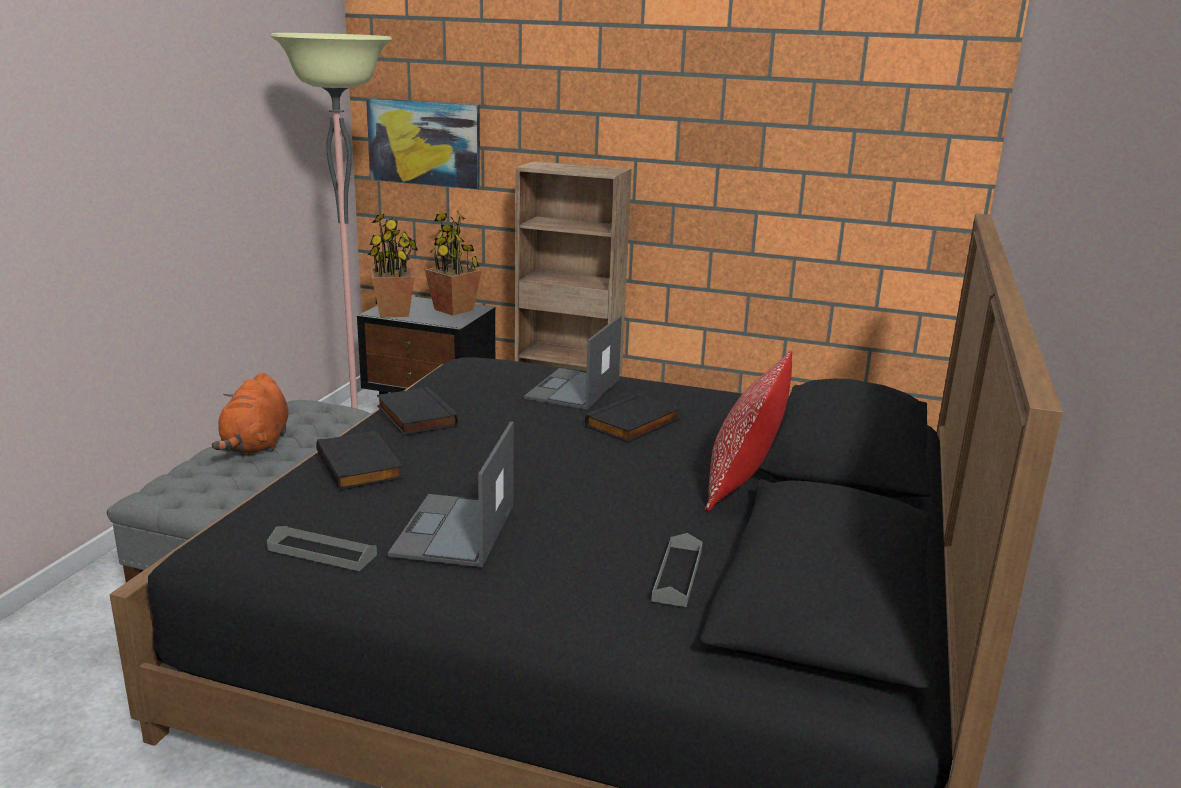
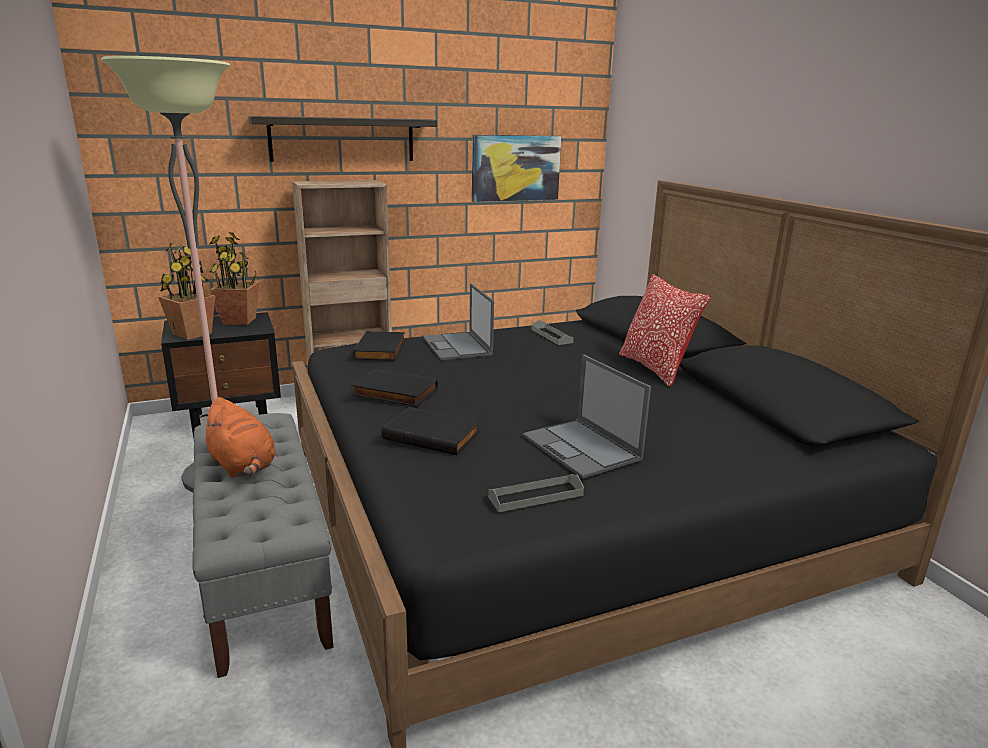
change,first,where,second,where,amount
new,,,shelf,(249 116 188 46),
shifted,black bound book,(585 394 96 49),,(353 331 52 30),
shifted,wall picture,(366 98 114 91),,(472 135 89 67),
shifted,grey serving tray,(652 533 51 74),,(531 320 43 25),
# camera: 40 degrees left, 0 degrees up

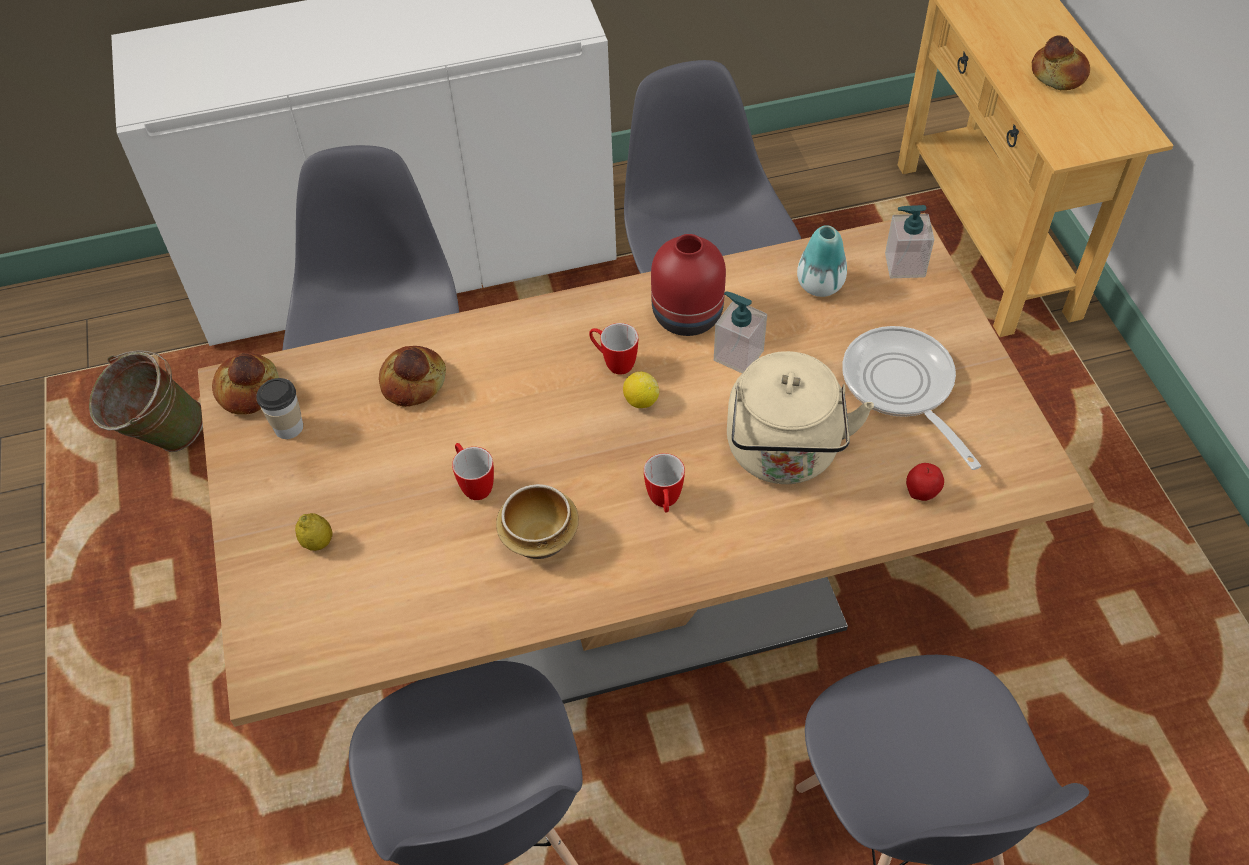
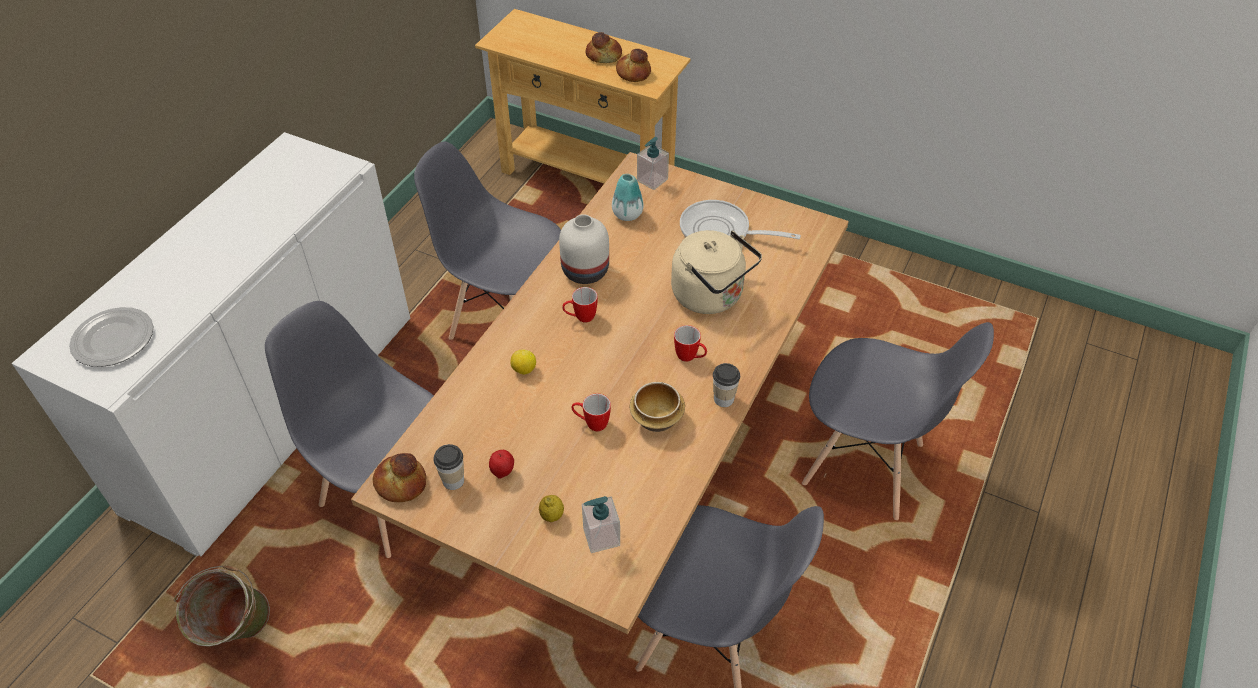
change,first,where,second,where,amount
new,,,plate,(69 307 85 60),
shifted,whole apple,(906 463 38 38),,(489 450 25 29),
shifted,lemon,(623 371 36 37),,(510 350 26 25),
repainted,red-coloured flower vase,(651 234 75 102),white-coloured flower vase,(559 214 50 70),
shifted,soap bottle,(714 291 53 82),,(582 496 38 57),
shifted,bakery bread,(379 346 67 61),,(616 49 35 33),
new,,,small cup,(713 363 27 44),
# camera: 50 degrees left, 5 degrees down

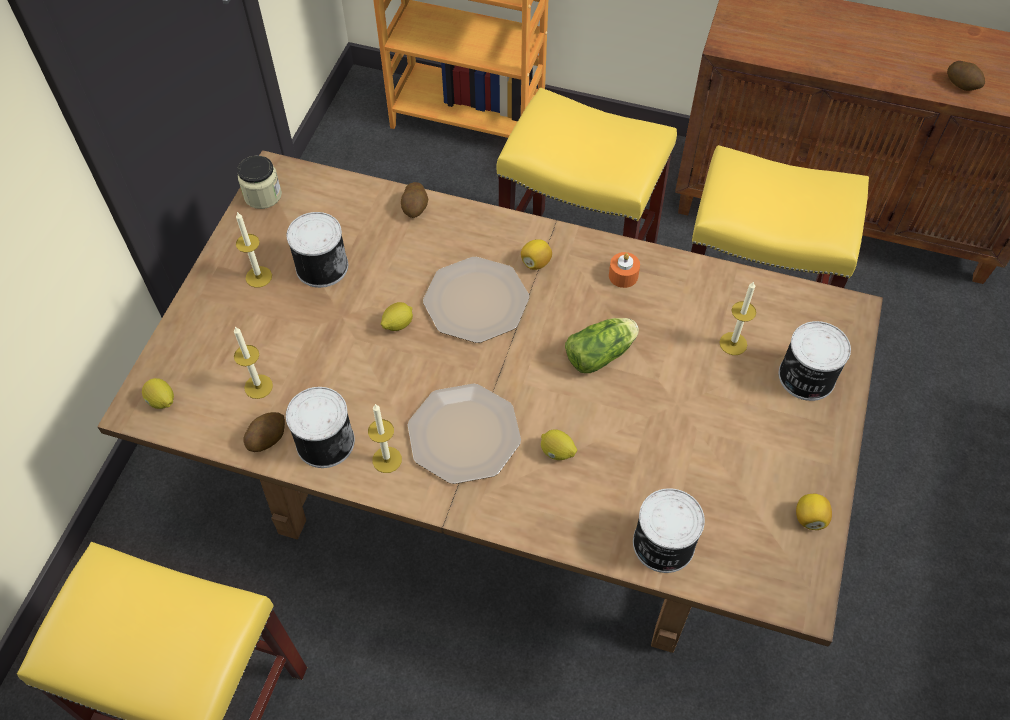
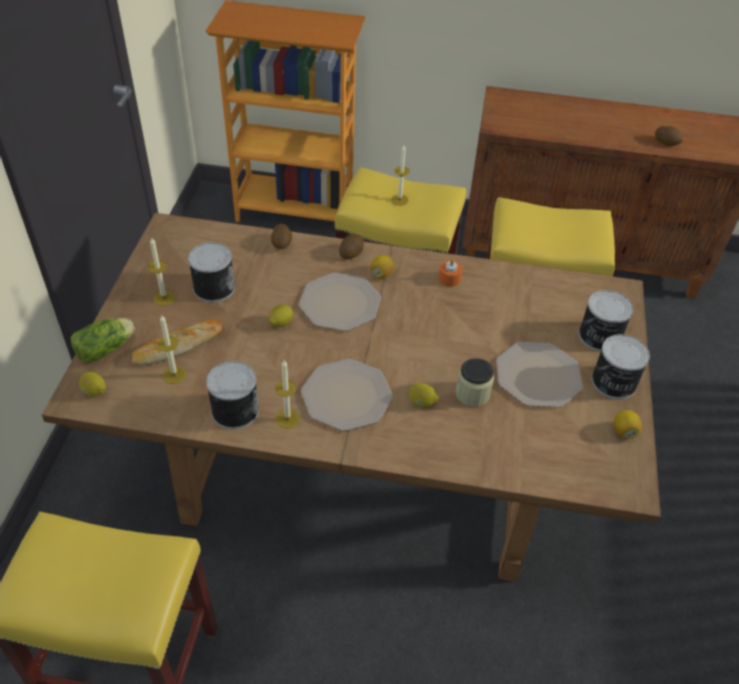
change,first,where,second,where,amount
shifted,lettuce head,(565 318 74 55),,(71 318 64 45),
new,,,bakery bread,(132 319 92 47),
shifted,whole potato,(243 412 42 40),,(339 234 25 25),
shifted,wax light,(719 281 37 74),,(391 146 19 60),
shifted,preserve jar,(237 156 45 53),,(456 358 38 49),
new,,,plate,(496 342 87 65),
shifted,metal can,(633 488 72 85),,(591 334 59 65),
# camera: 10 degrees left, 10 degrees down

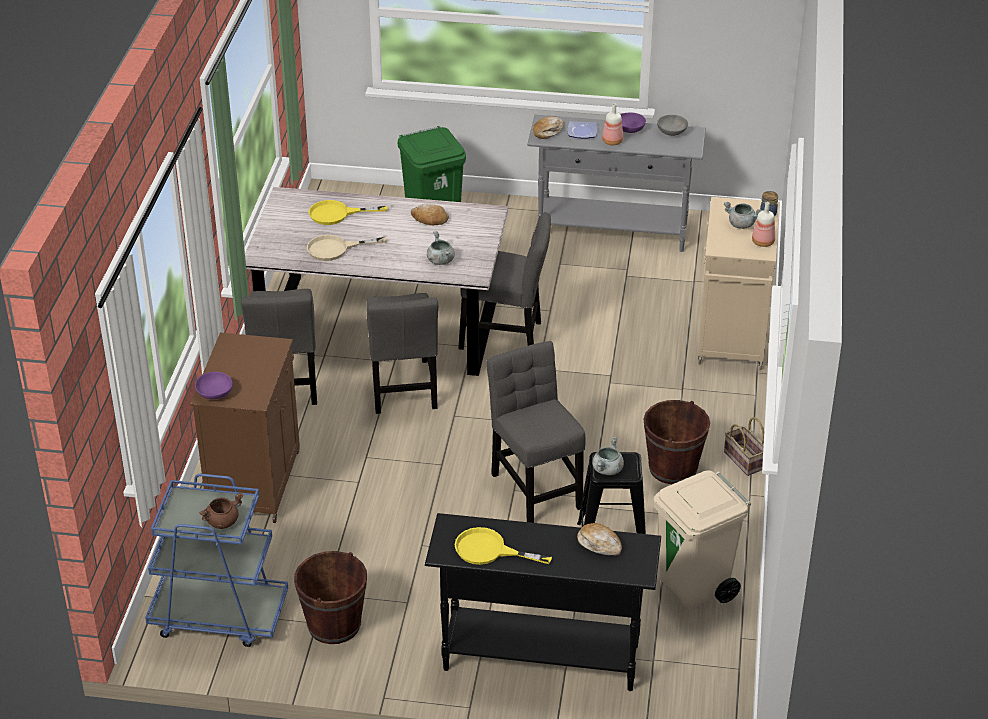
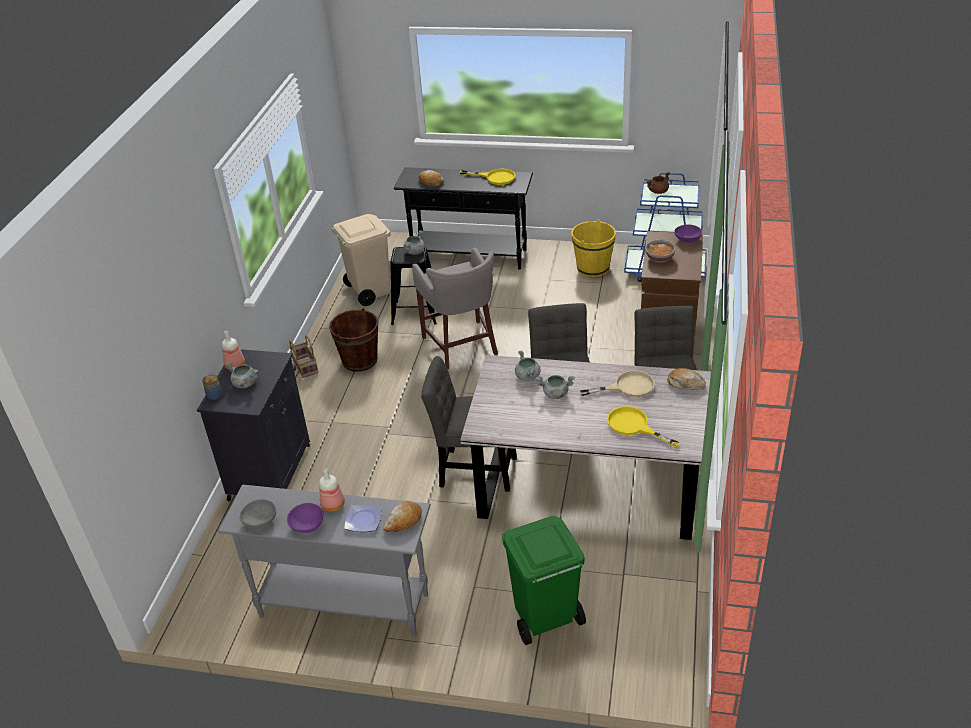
change,first,where,second,where,amount
repainted,beige storage cabinet,(698 197 81 173),black storage cabinet,(197 349 113 152),
swapped,grey upright chair,(486 341 100 182),grey sitting stool,(412 248 86 121),
new,,,grey saucepot,(536 375 38 24),
repainted,brownish bucket,(294 551 73 93),yellow bucket,(571 220 45 57),
rotated,yellow frying pan,(308 200 79 25),,(607 406 73 42),135 degrees counterclockwise
new,,,deep dish,(645 240 31 23),
shifted,bakery bread,(411 204 38 21),,(667 368 39 22),
# camera: 175 degrees left, 0 degrees up

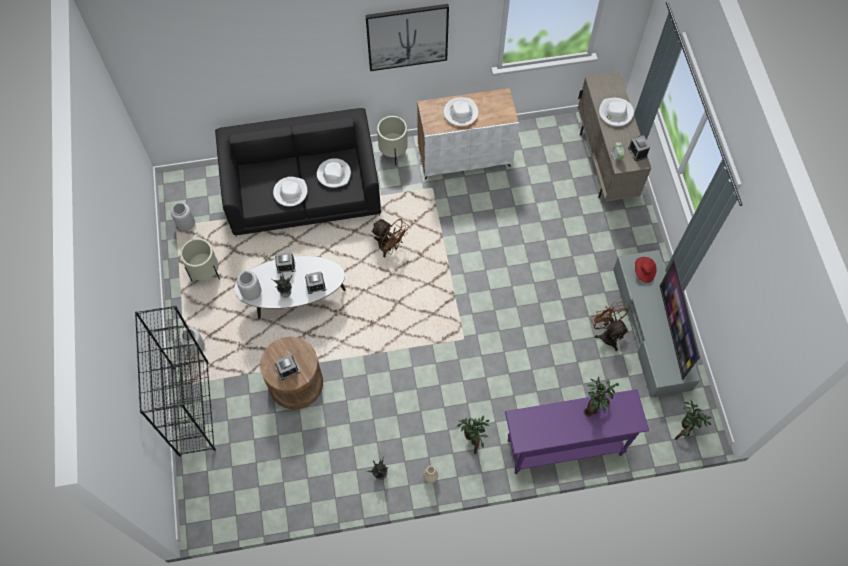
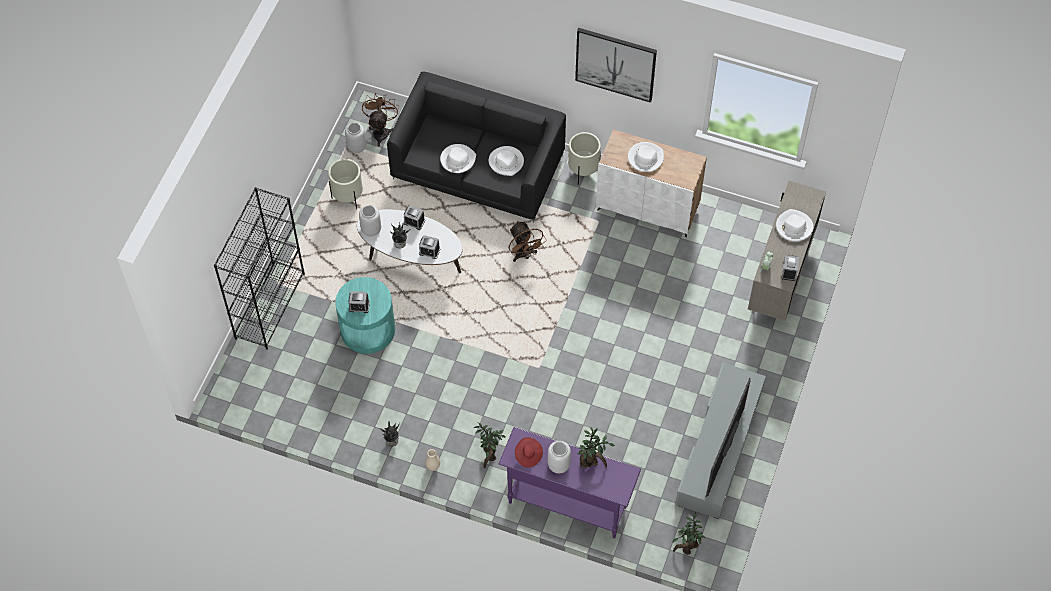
change,first,where,second,where,amount
repainted,brownish side table,(260 337 63 72),turquoise side table,(335 277 60 77),
shifted,brownish electric fan,(591 302 38 49),,(362 93 37 54),
shifted,red-coloured wearable hat,(635 257 21 26),,(515 437 28 31),
shifted,grey flower vase,(179 328 26 28),,(548 441 23 32),
# camera: 30 degrees right, 5 degrees down

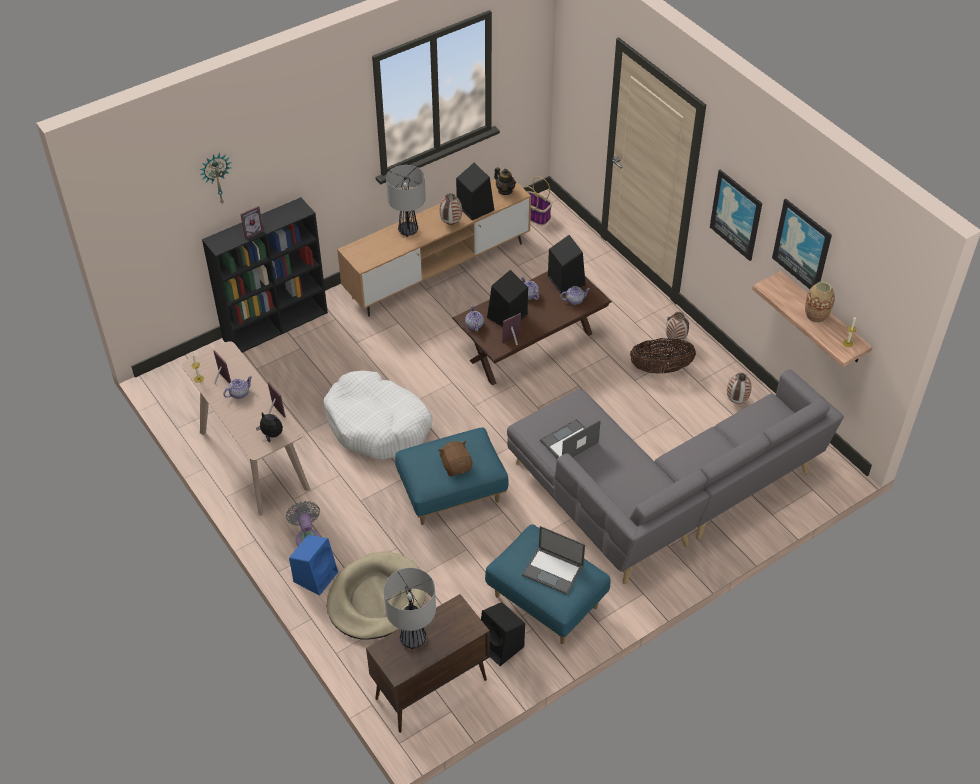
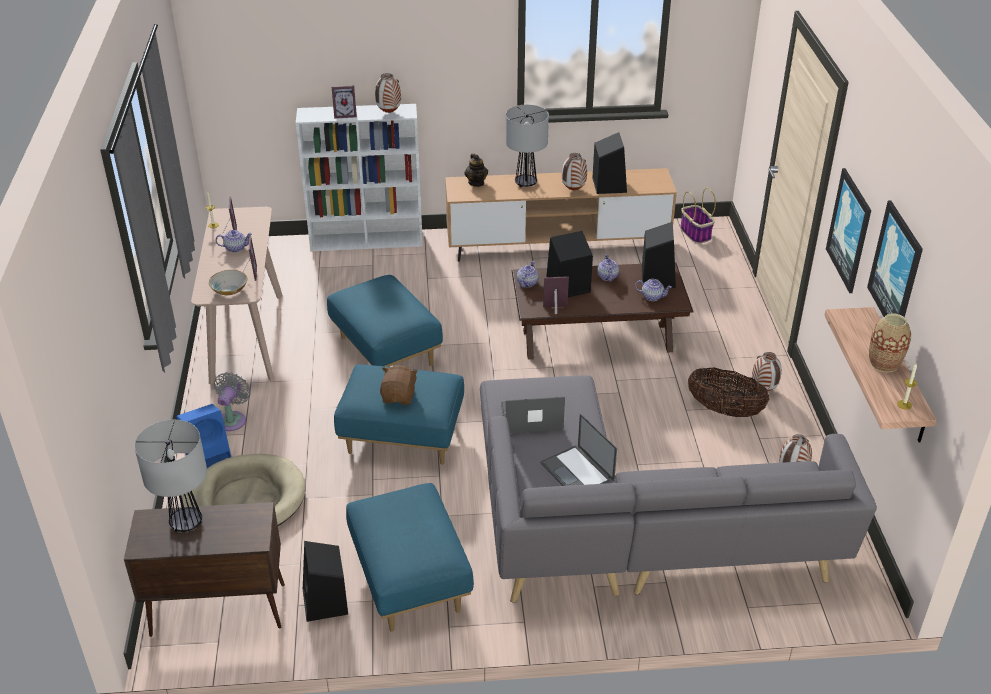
change,first,where,second,where,amount
swapped,soft toy,(256 413 27 30),deep dish,(209 270 38 25),
repainted,black shelving unit,(202 197 126 156),white-coloured shelving unit,(296 104 127 147),
swapped,white-coloured dog bed,(324 371 108 89),blue-coloured pouffe,(327 275 116 92),
new,,,flower vase,(375 73 26 40),
shifted,pot for tea,(494 167 22 28),,(465 153 23 34),
shifted,notebook computer,(522 526 63 69),,(541 413 76 73),
gone,wall clock,(200 153 32 52),,,
# camera: 30 degrees right, 10 degrees down

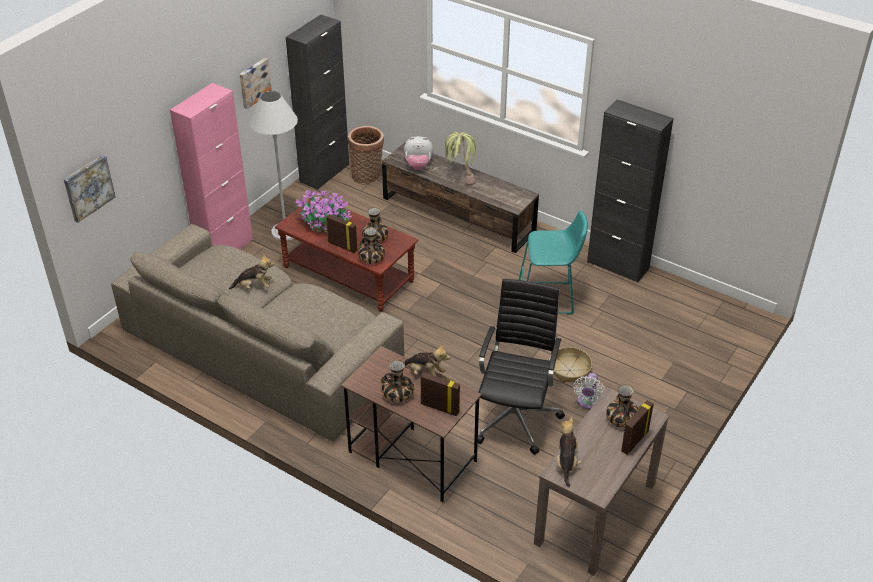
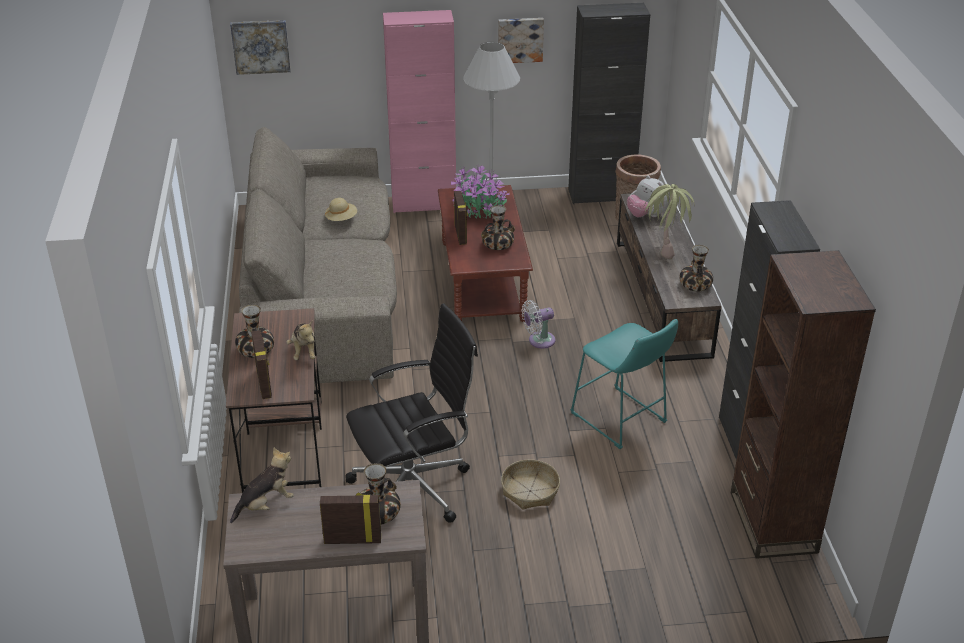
change,first,where,second,where,amount
swapped,soft toy,(229 254 45 35),beige wearable hat,(325 198 32 23),
shifted,white-coloured electric fan,(573 373 32 36),,(522 300 33 49),
shifted,flower vase,(358 227 27 37),,(679 245 34 47),
new,,,brownish shelving unit,(731 250 145 309),
# camera: 50 degrees right, 5 degrees down

